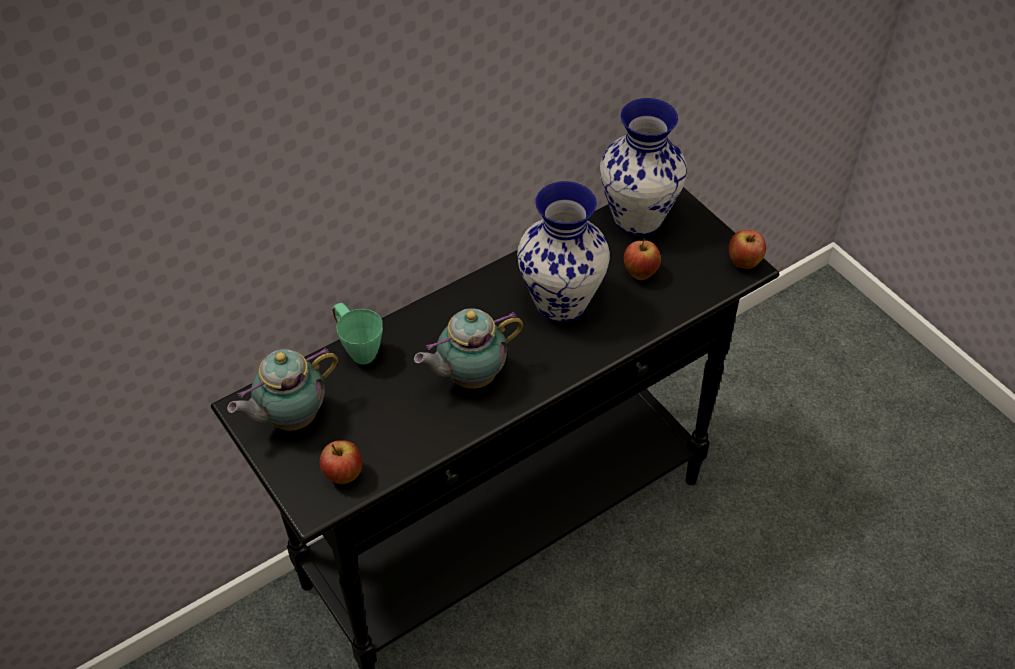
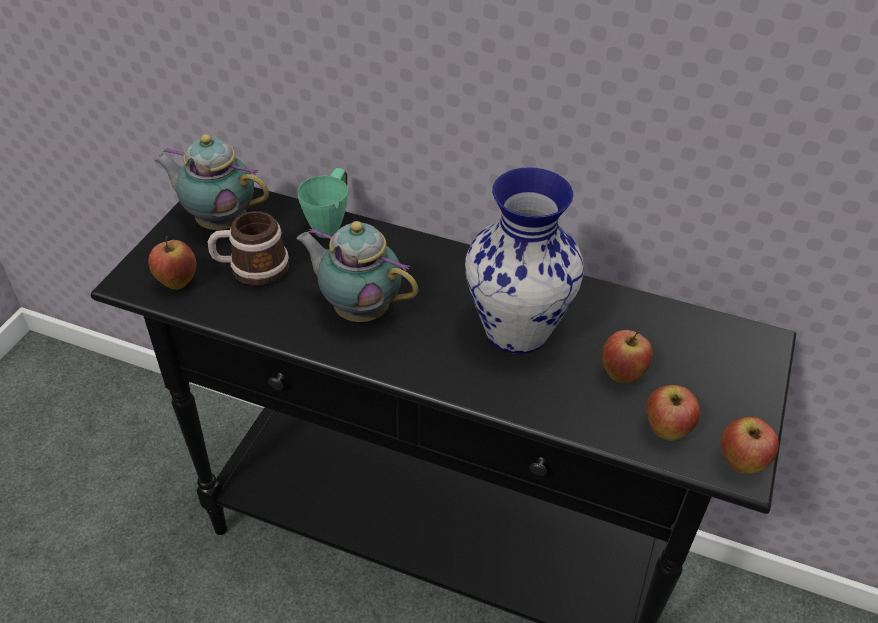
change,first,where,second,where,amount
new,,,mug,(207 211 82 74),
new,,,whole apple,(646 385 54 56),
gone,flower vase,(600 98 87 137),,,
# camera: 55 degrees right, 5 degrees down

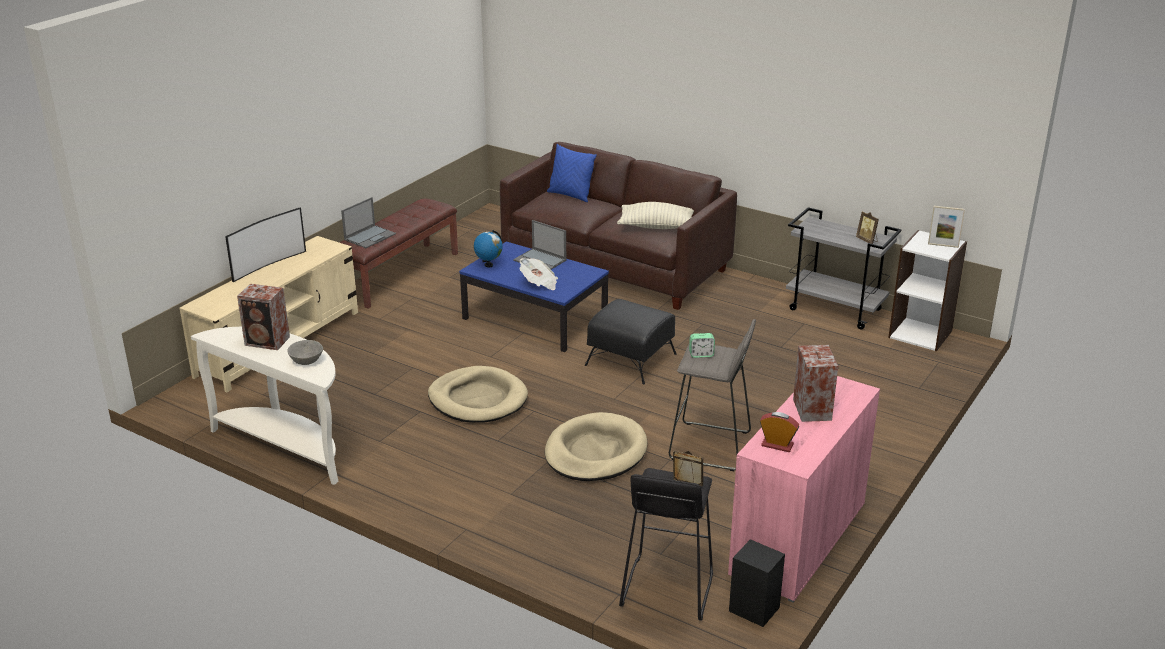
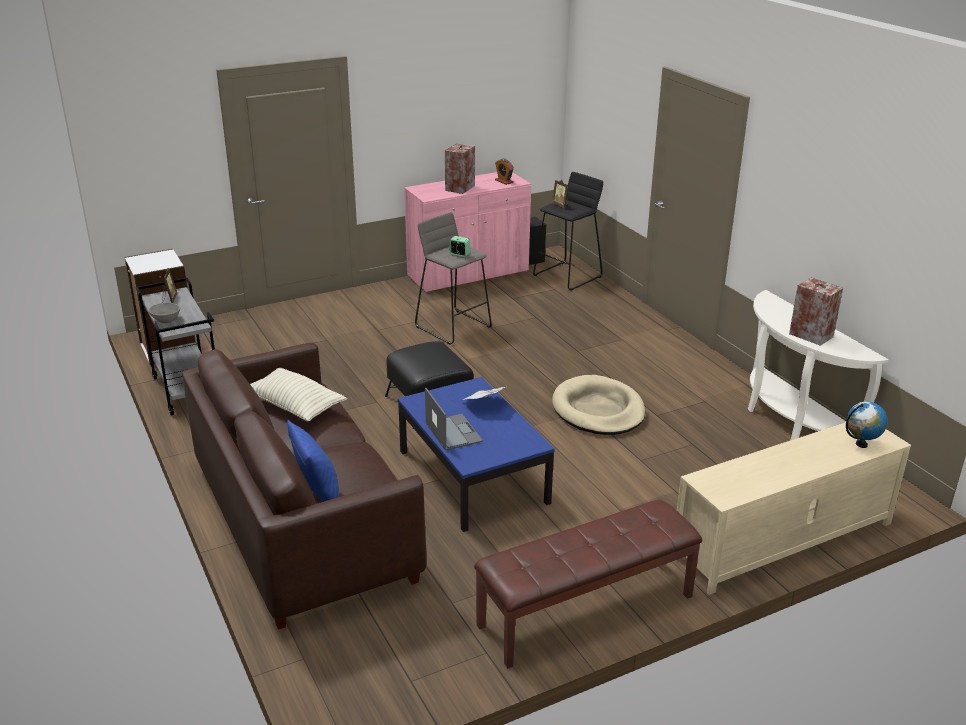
change,first,where,second,where,amount
shifted,grey deep dish,(287 340 36 25),,(148 302 32 21),
shifted,world globe,(474 230 29 37),,(846 401 42 47),
gone,TV set,(225 207 81 75),,,
gone,notebook computer,(341 197 55 51),,,
gone,beige dog bed,(544 412 103 69),,,
gone,picture frame,(928 206 37 42),,,
# camera: 150 degrees left, 0 degrees up

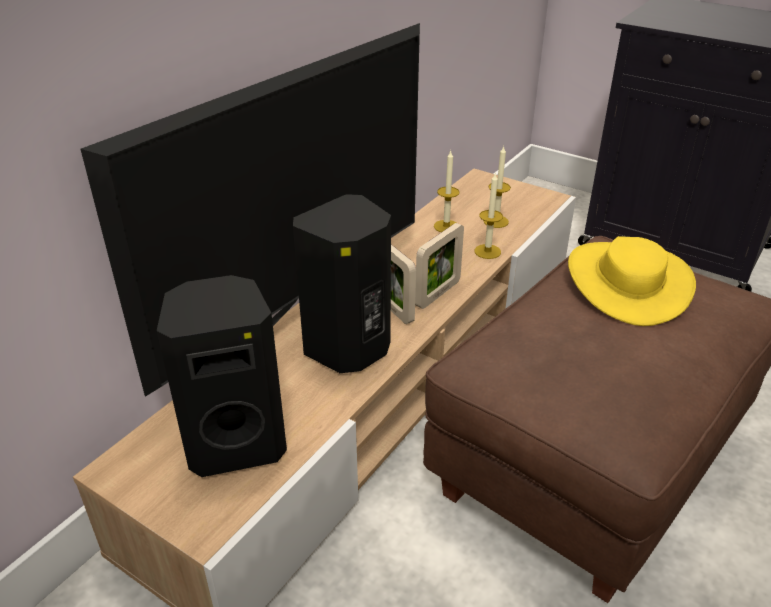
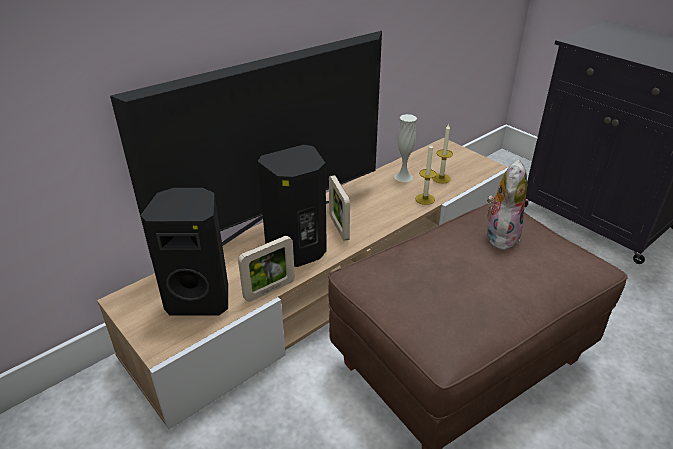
change,first,where,second,where,amount
shifted,picture frame,(415 223 49 86),,(238 236 57 66),
swapped,wax light,(434 151 26 81),white-coloured flower vase,(394 114 23 68),
swapped,yellow wearable hat,(568 236 128 90),soft toy,(487 160 40 90),
# camera: 15 degrees right, 0 degrees up

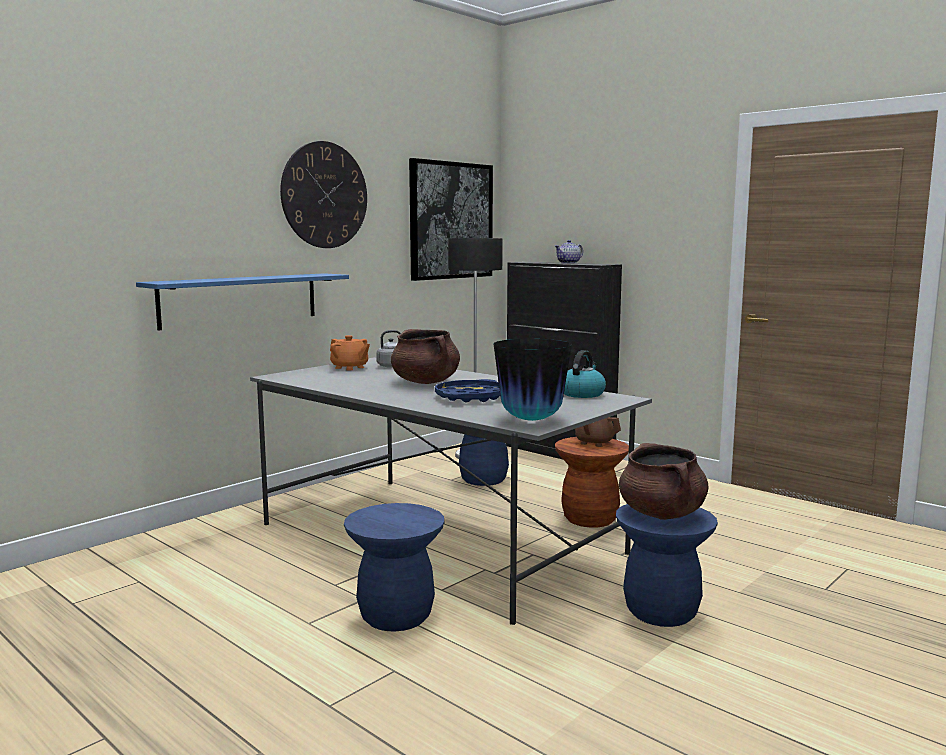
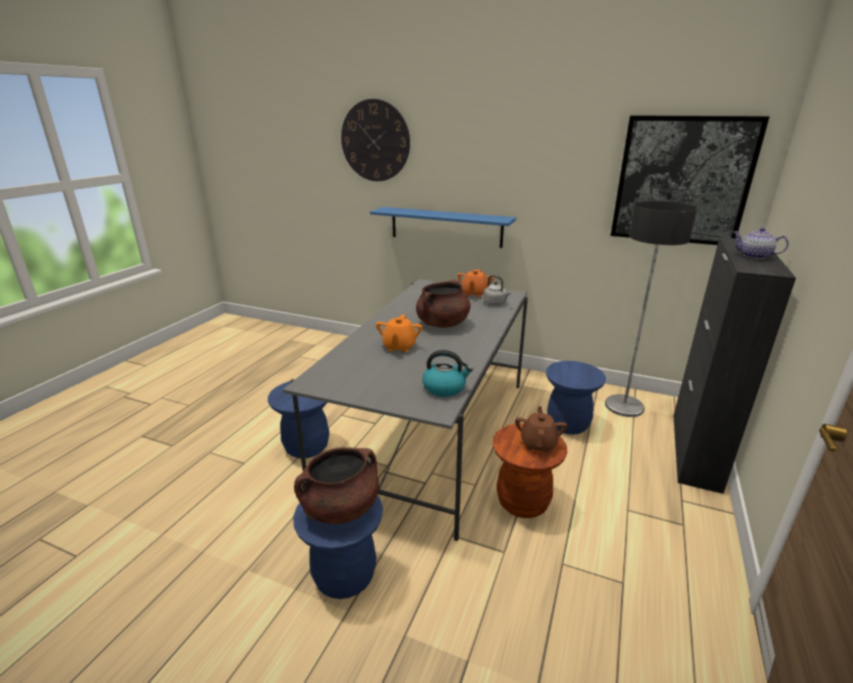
change,first,where,second,where,amount
shifted,wall clock,(280 141 87 107),,(341 99 69 82),
swapped,blue-coloured serving tray,(435 379 65 23),orange-coloured pot for tea,(376 315 46 37),
gone,flower vase,(494 339 78 82),,,
# camera: 70 degrees right, 15 degrees up

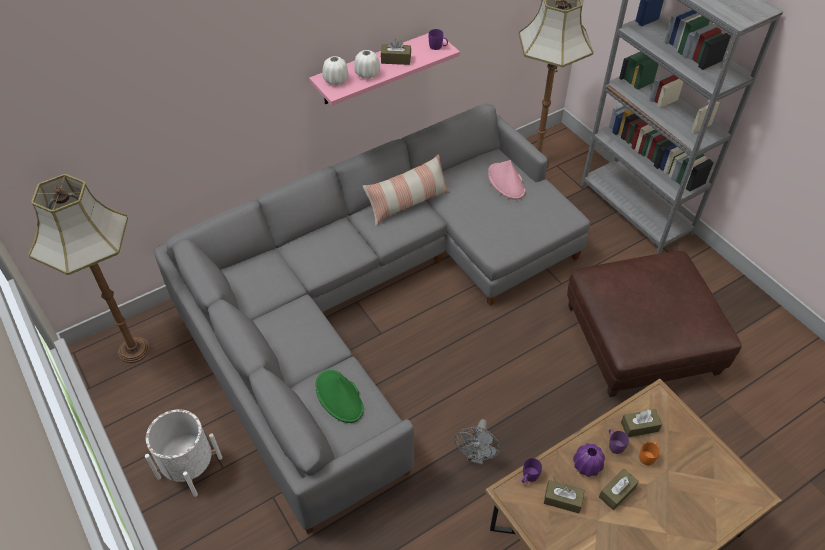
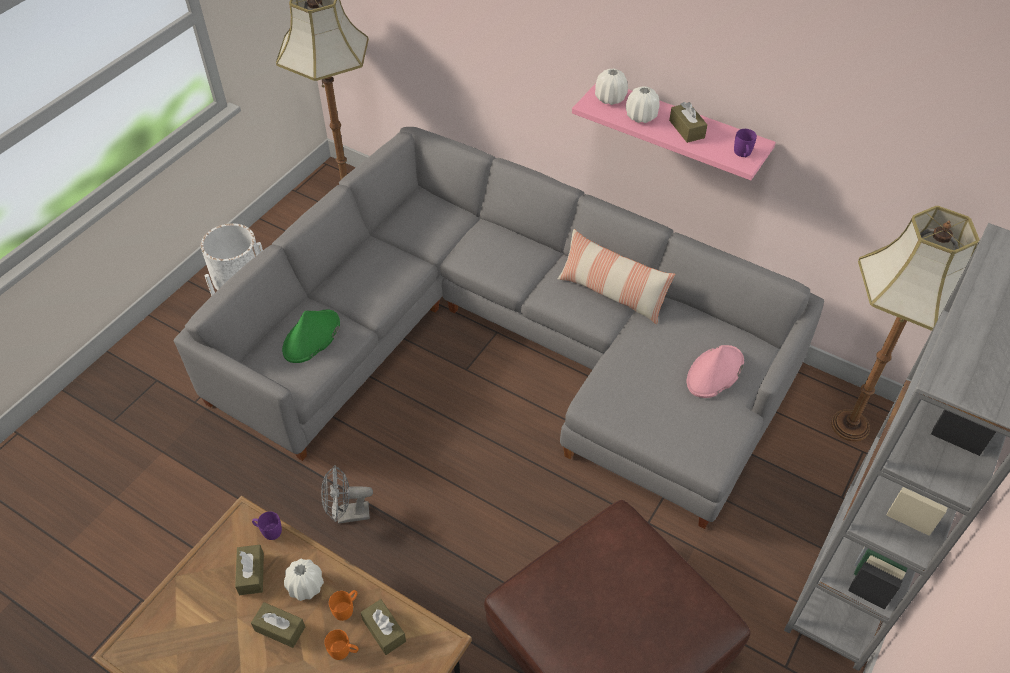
change,first,where,second,where,amount
repainted,purple-coloured flower vase,(573 443 32 34),white-coloured flower vase,(284 559 40 42),
repainted,purple-coloured mug,(609 429 20 25),orange-coloured mug,(329 590 29 31),
# camera: 65 degrees right, 0 degrees up

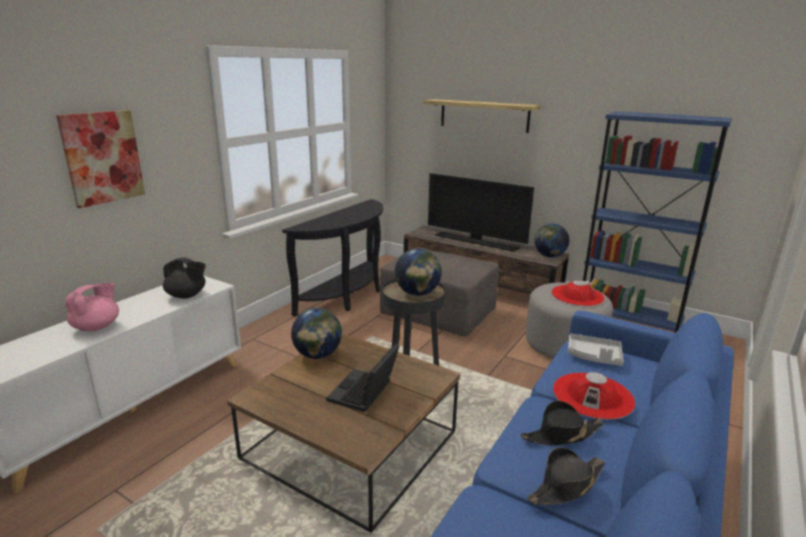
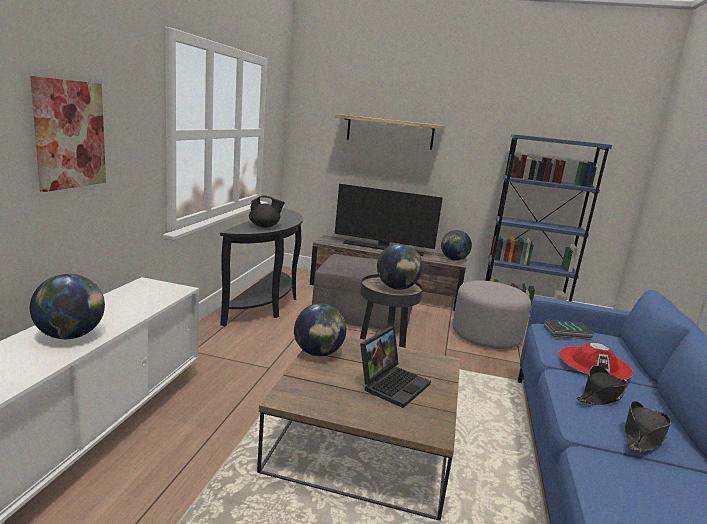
change,first,where,second,where,amount
swapped,pink pot for tea,(65 283 54 48),world globe,(30 274 75 65),
shifted,black pot for tea,(163 257 43 42),,(249 196 36 32),
rotated,notebook computer,(326 343 74 69),,(360 326 71 82),150 degrees counterclockwise
swapped,grey serving tray,(568 334 55 32),bound book,(544 319 50 22),
gone,red-coloured wearable hat,(551 280 54 26),,,
# camera: 20 degrees left, 5 degrees down

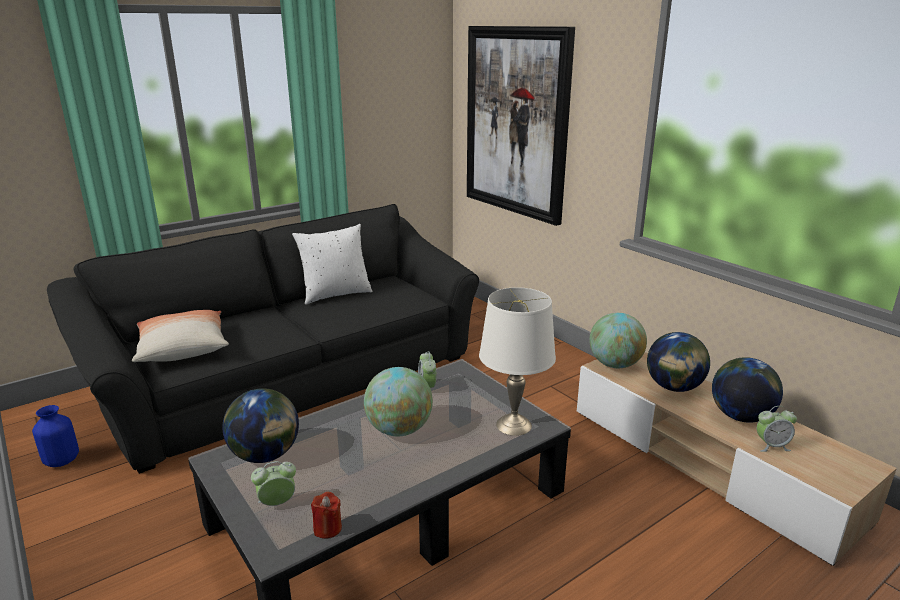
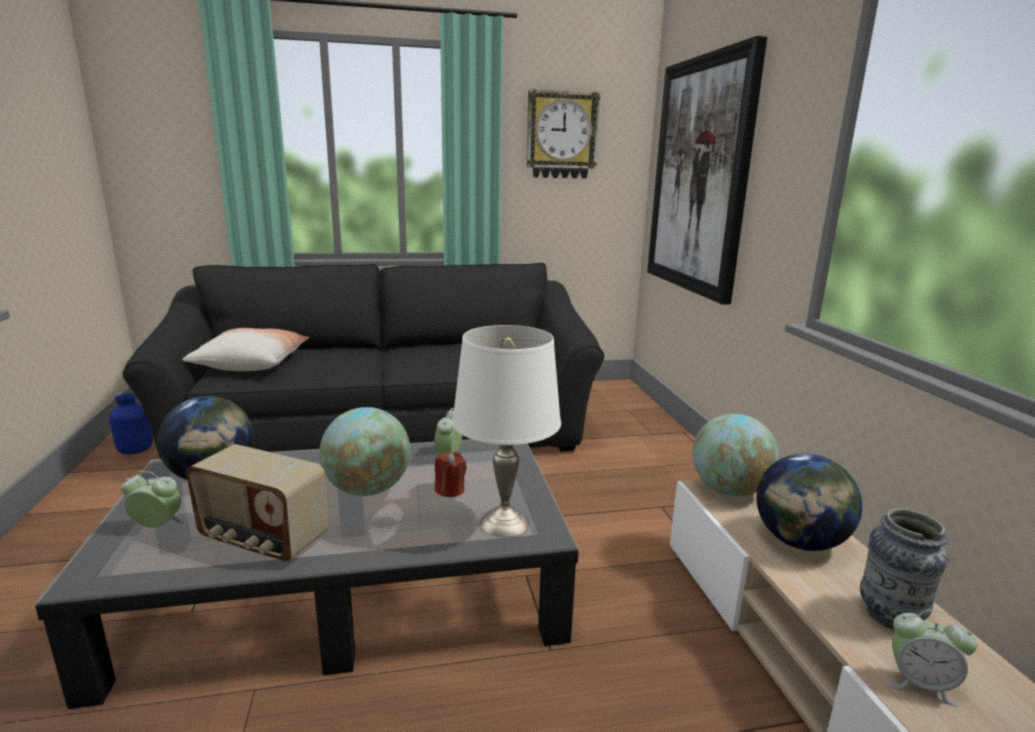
change,first,where,second,where,amount
new,,,radio,(186 444 143 118),
shifted,red-coloured wax light,(311 492 31 47),,(435 452 32 45),
new,,,wall clock,(526 89 75 90),
swapped,world globe,(712 357 71 66),flower vase,(860 508 89 121),
gone,white-coloured pillow,(292 224 80 81),,,
# camera: 25 degrees right, 5 degrees down

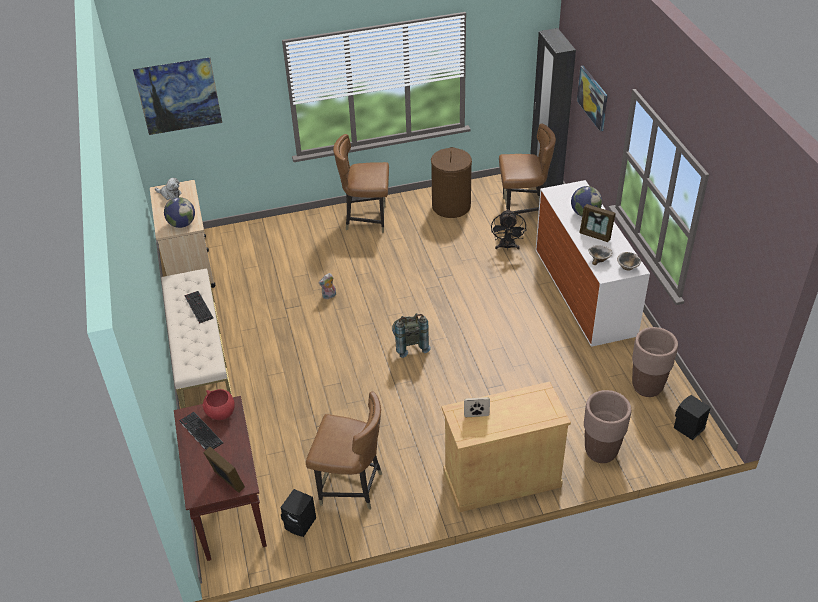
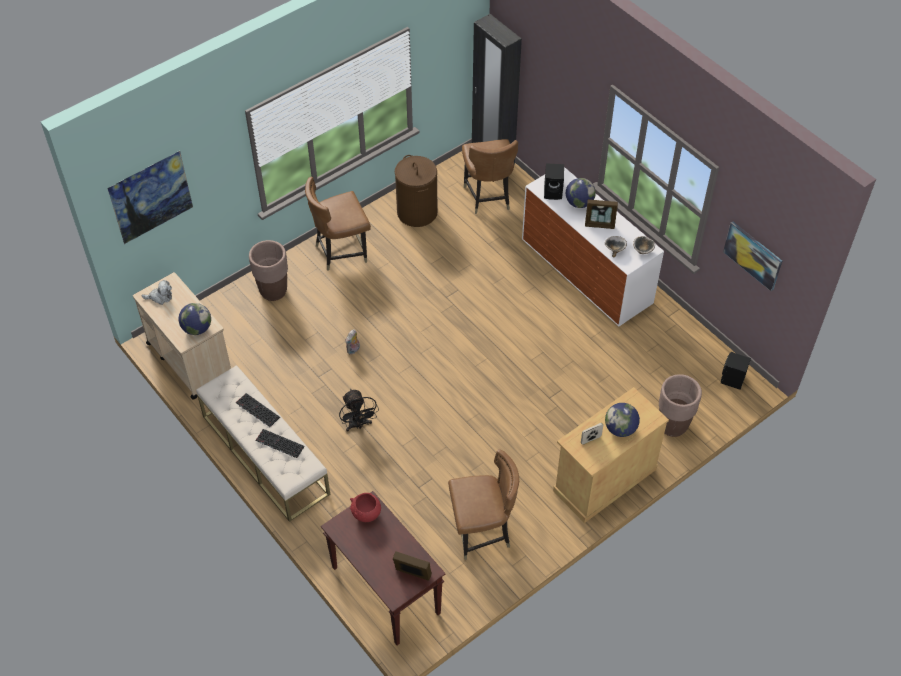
change,first,where,second,where,amount
shifted,brownish plant pot,(632 327 46 70),,(249 240 39 61),
shifted,PC keyboard,(179 412 44 38),,(256 429 49 29),
shifted,black electric fan,(491 209 36 41),,(339 389 40 43),
rotated,brownish upright chair,(499 123 57 91),,(462 139 56 75),105 degrees clockwise
shifted,black loudspeaker,(281 489 35 48),,(544 164 20 36),
new,,,world globe,(605 403 35 34),
shifted,wall picture,(577 66 31 65),,(723 222 59 69),
gone,grey backpack,(392 313 39 45),,,
# camera: 25 degrees left, 10 degrees up

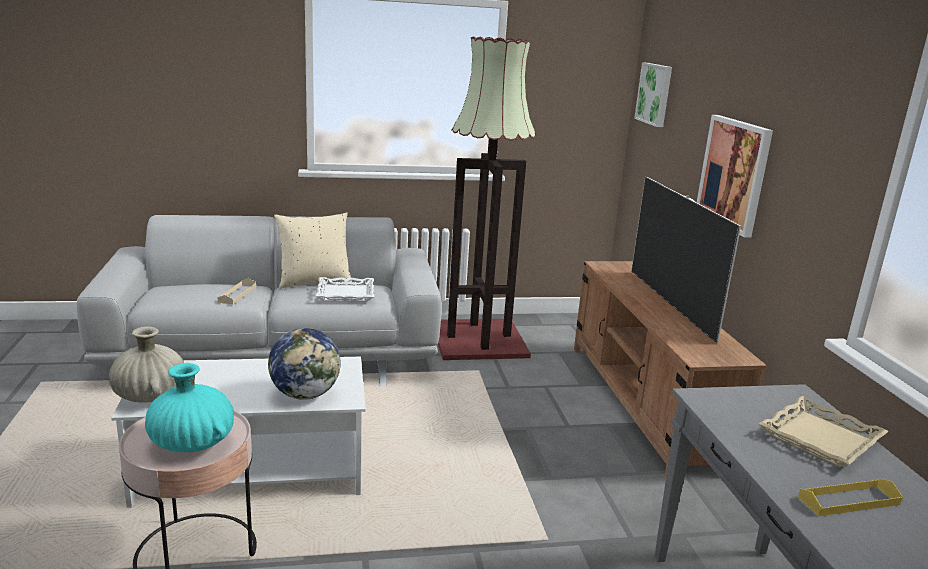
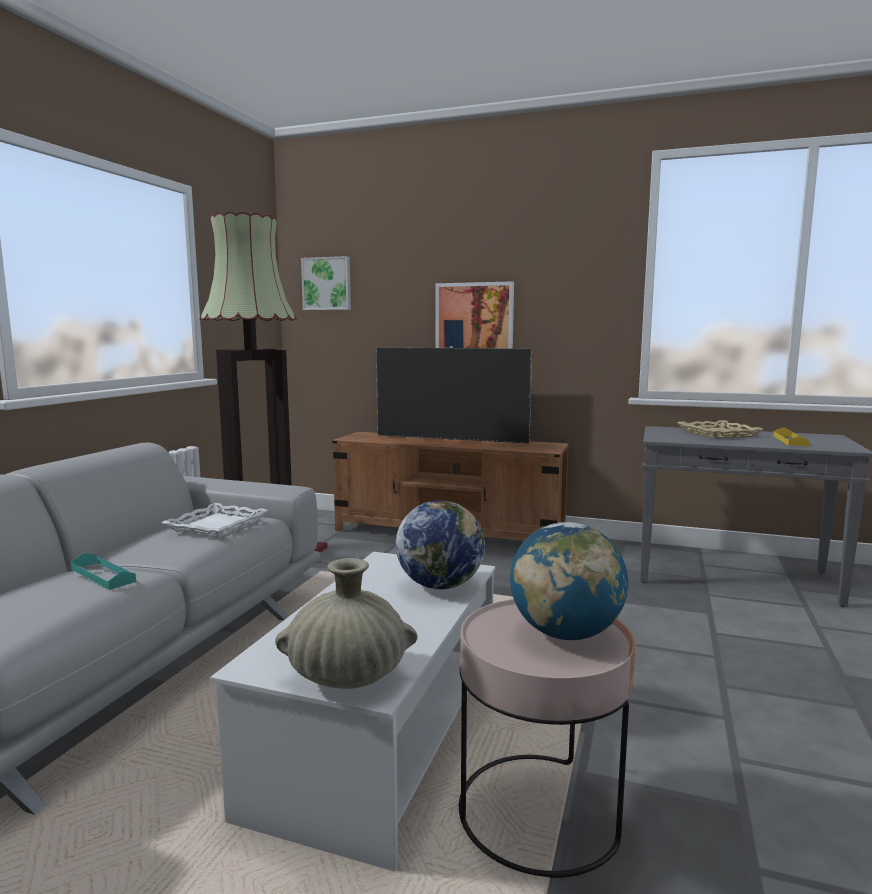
change,first,where,second,where,amount
repainted,beige serving tray,(217 278 39 26),turquoise serving tray,(71 553 65 37),
swapped,turquoise flower vase,(145 363 89 89),world globe,(510 522 118 118),
gone,beige pillow,(274 212 78 77),,,
# camera: 60 degrees left, 10 degrees down

